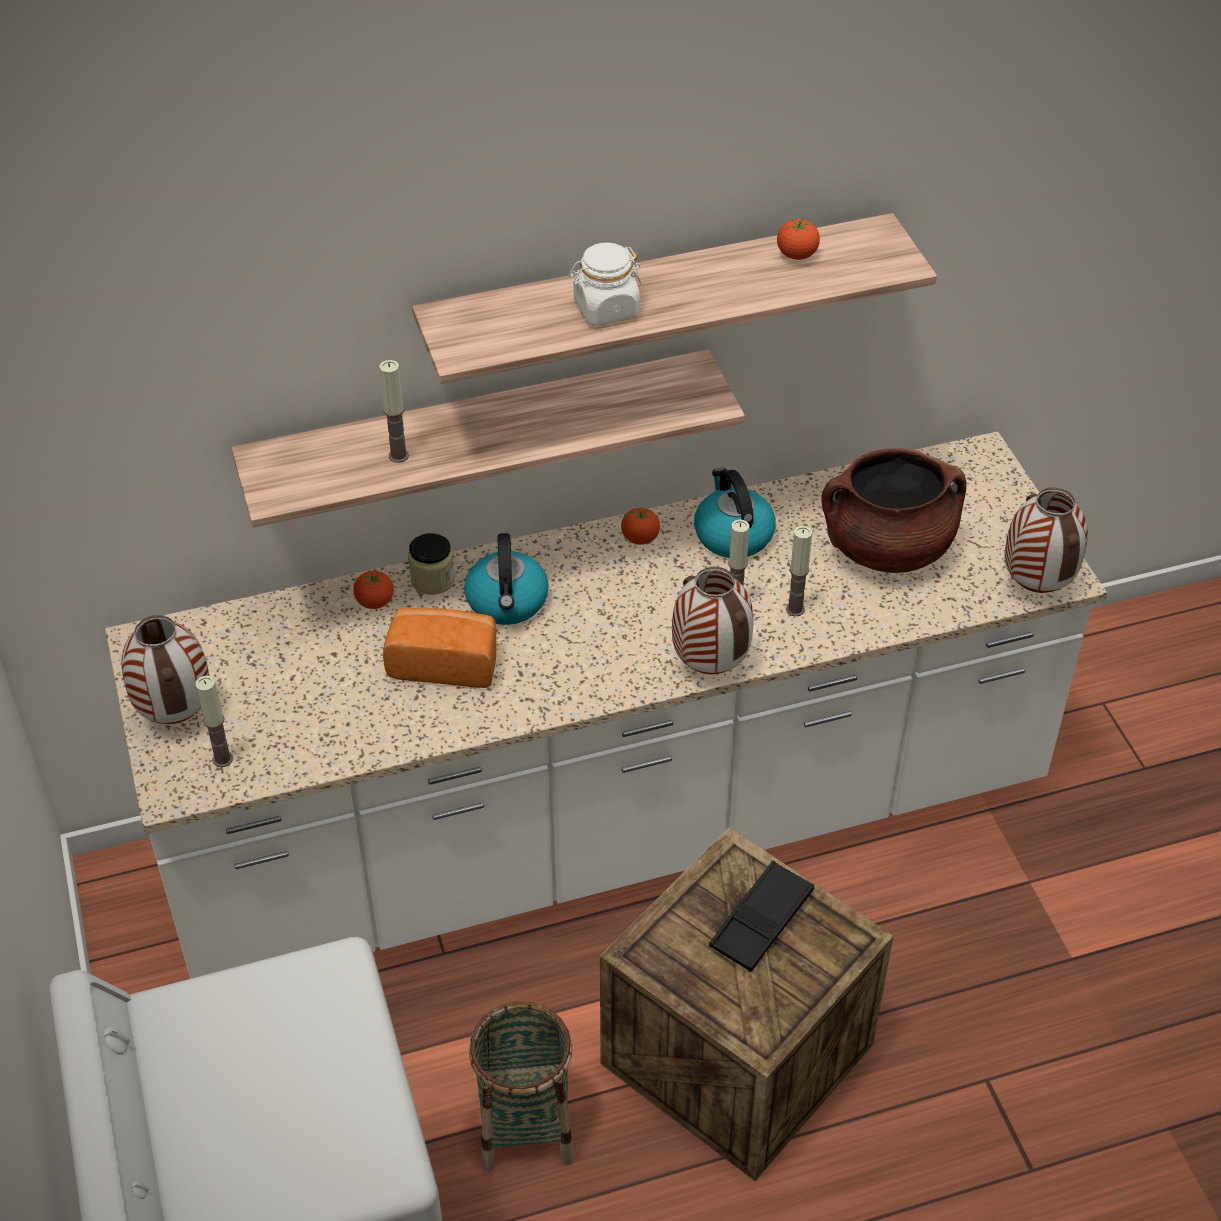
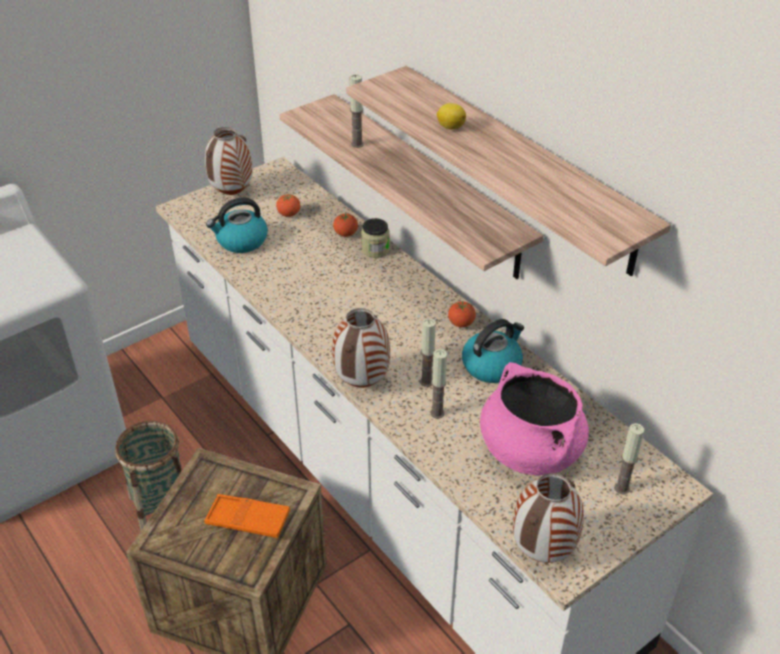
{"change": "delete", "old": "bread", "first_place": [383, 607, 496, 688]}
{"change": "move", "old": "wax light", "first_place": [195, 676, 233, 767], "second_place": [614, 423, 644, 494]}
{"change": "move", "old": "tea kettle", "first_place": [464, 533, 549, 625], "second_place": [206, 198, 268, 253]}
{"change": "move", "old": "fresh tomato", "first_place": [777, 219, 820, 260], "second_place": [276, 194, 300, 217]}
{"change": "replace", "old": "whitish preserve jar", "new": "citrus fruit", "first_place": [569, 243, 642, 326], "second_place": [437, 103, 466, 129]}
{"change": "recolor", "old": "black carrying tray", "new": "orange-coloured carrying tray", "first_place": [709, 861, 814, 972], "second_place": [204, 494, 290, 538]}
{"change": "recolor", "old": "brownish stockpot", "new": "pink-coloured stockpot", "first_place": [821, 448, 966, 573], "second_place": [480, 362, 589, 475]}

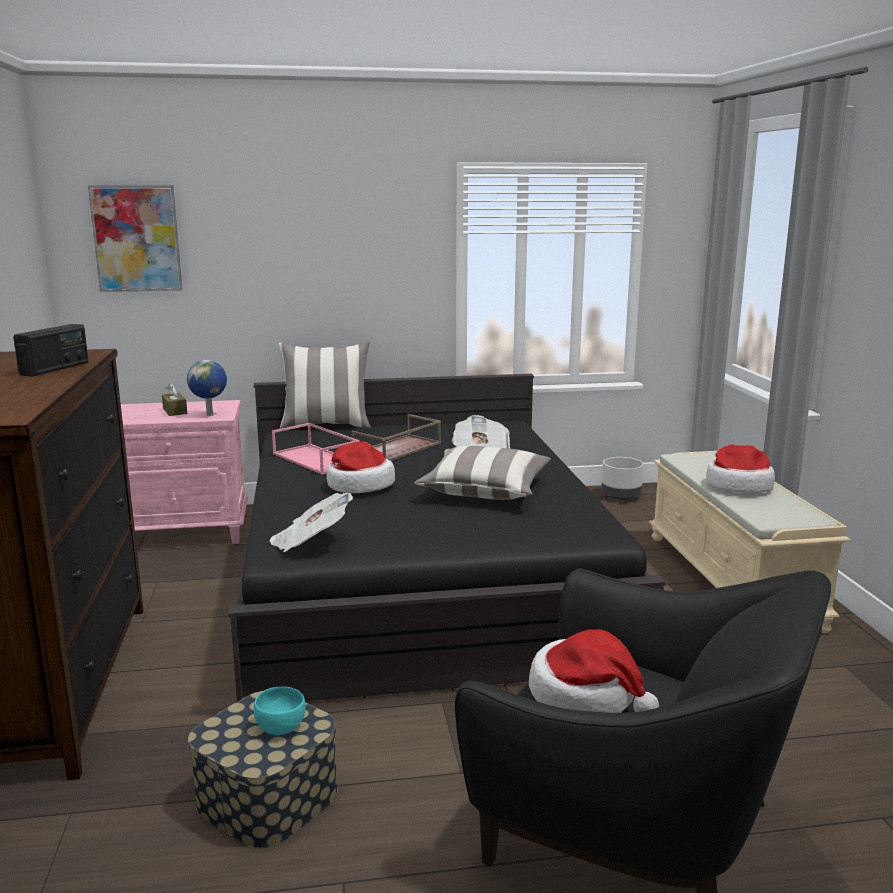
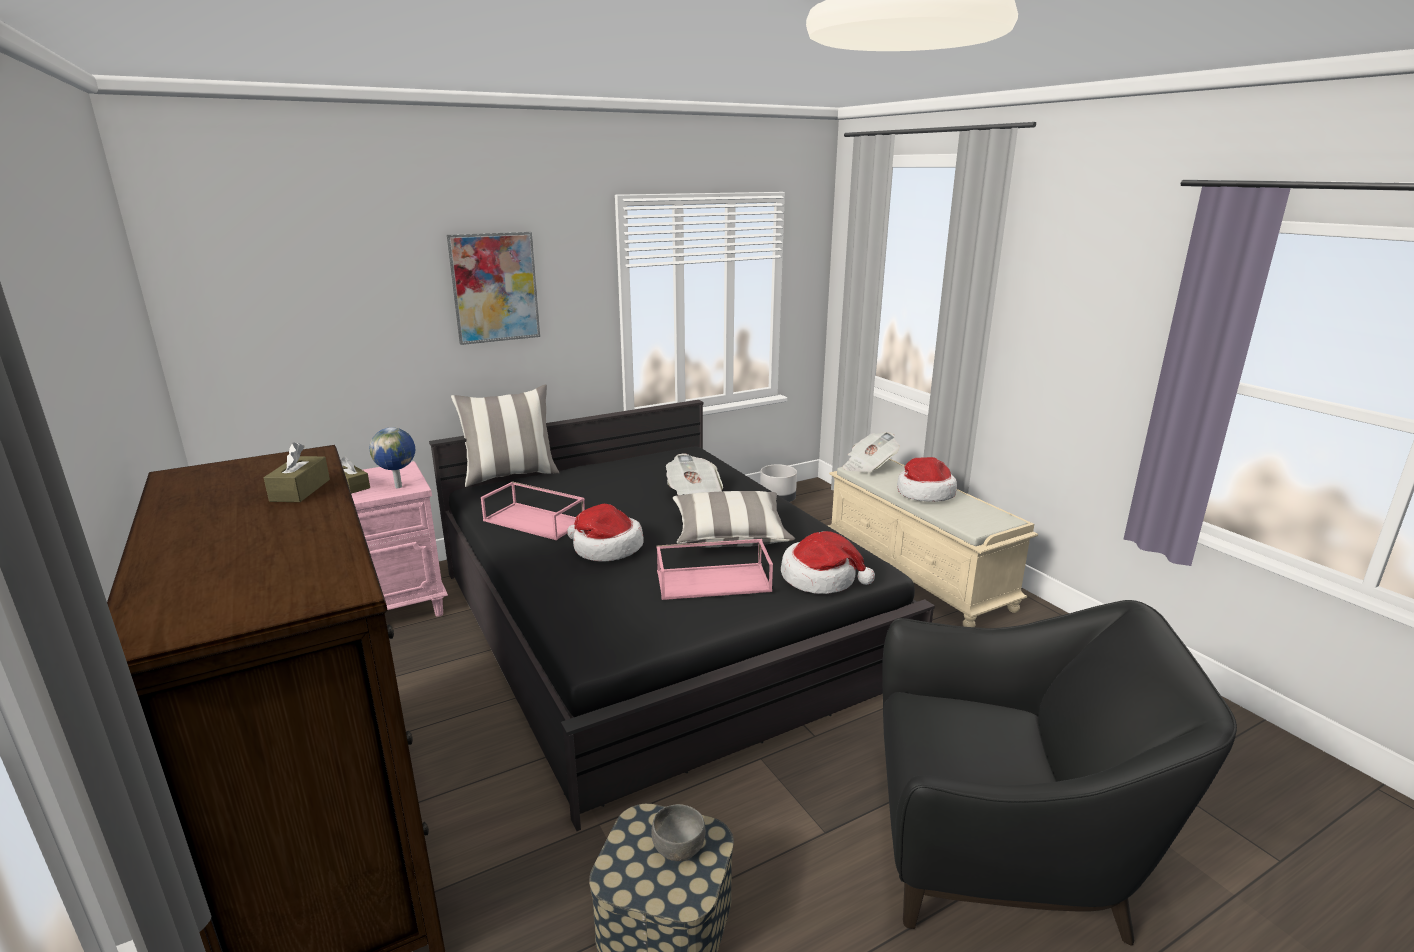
{"change": "delete", "old": "brownish carrying tray", "first_place": [351, 414, 441, 461]}
{"change": "insert", "new": "pink-coloured carrying tray", "second_place": [656, 539, 773, 600]}
{"change": "move", "old": "wall art", "first_place": [88, 185, 182, 292], "second_place": [447, 232, 540, 345]}
{"change": "move", "old": "newspaper", "first_place": [269, 493, 353, 552], "second_place": [843, 432, 900, 473]}
{"change": "move", "old": "wearable hat", "first_place": [529, 629, 659, 713], "second_place": [781, 531, 875, 594]}
{"change": "replace", "old": "radio set", "new": "brownish tissue holder", "first_place": [13, 324, 88, 377], "second_place": [264, 443, 330, 502]}
{"change": "recolor", "old": "blue-green serving bowl", "new": "grey serving bowl", "first_place": [254, 687, 305, 735], "second_place": [652, 804, 706, 861]}

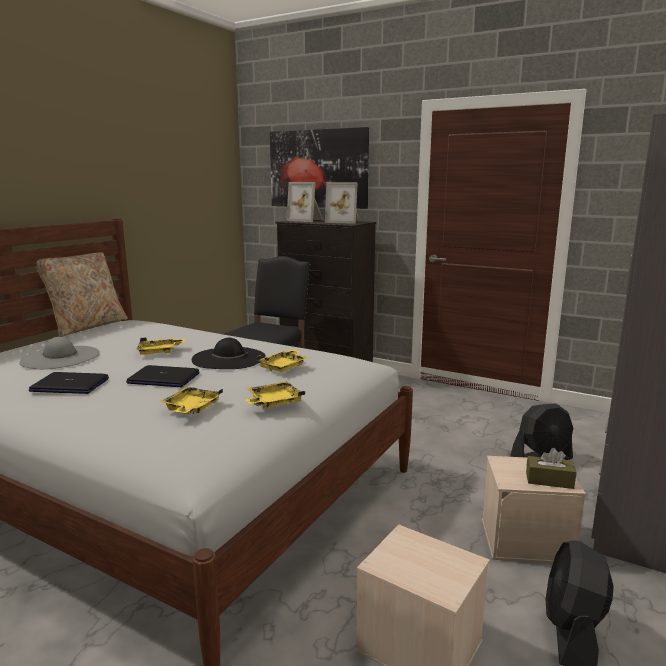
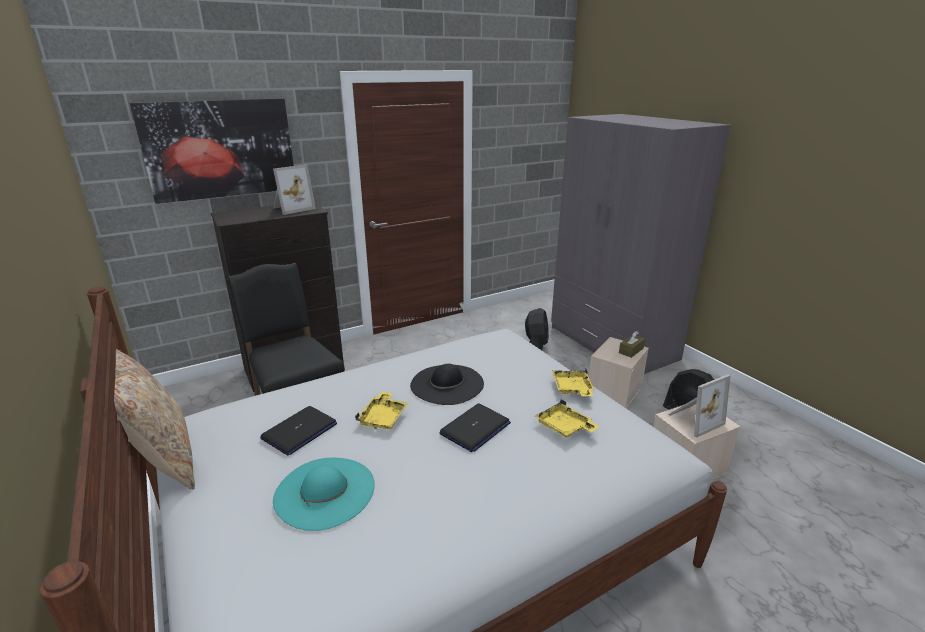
{"change": "delete", "old": "yellow carrying tray", "first_place": [256, 349, 309, 372]}
{"change": "move", "old": "notebook computer", "first_place": [29, 372, 109, 394], "second_place": [260, 406, 337, 456]}
{"change": "move", "old": "photo frame", "first_place": [286, 182, 323, 222], "second_place": [668, 374, 730, 438]}
{"change": "recolor", "old": "grey wearable hat", "new": "blue-green wearable hat", "first_place": [20, 337, 100, 369], "second_place": [273, 458, 375, 531]}

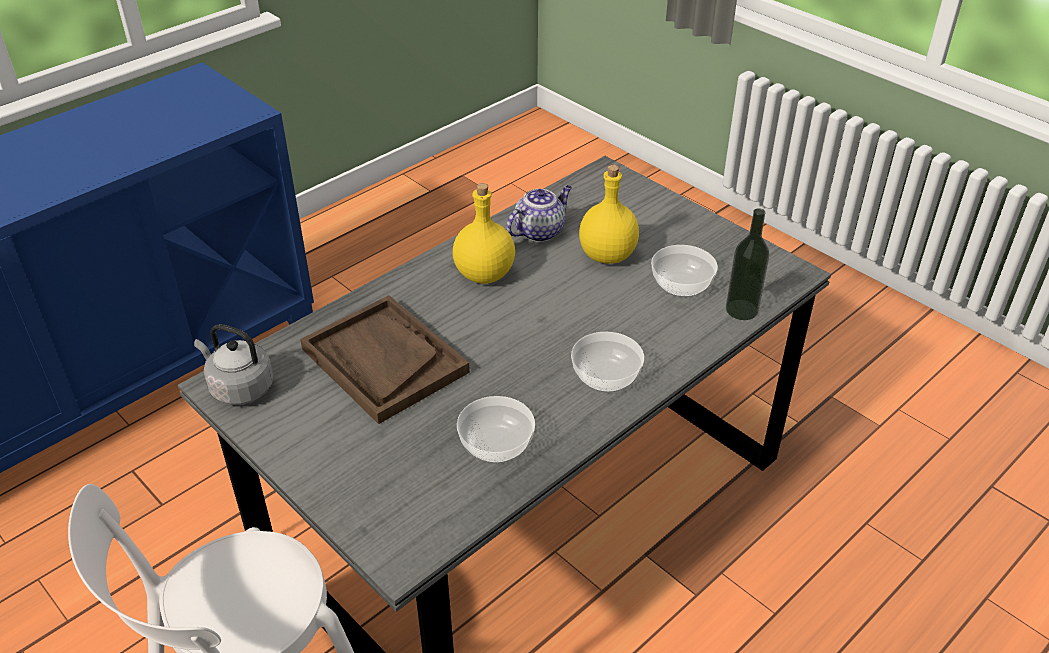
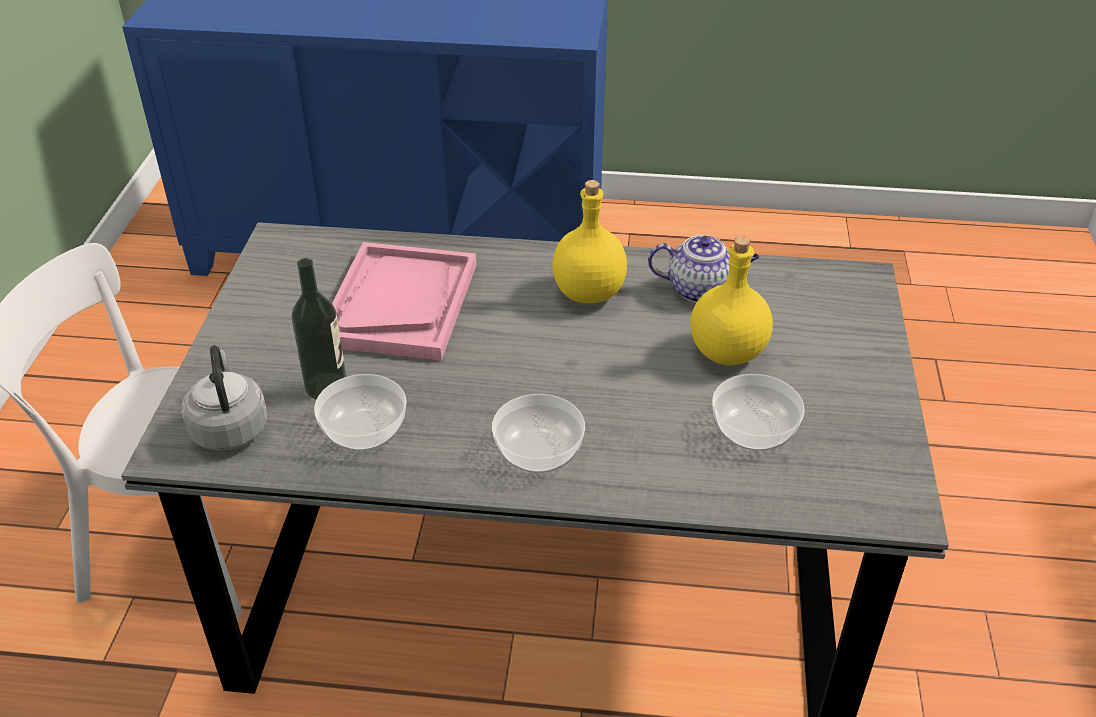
{"change": "move", "old": "grey tea kettle", "first_place": [194, 324, 273, 405], "second_place": [181, 345, 267, 451]}
{"change": "move", "old": "bottle", "first_place": [726, 208, 769, 320], "second_place": [292, 258, 346, 400]}
{"change": "recolor", "old": "brownish carrying tray", "new": "pink-coloured carrying tray", "first_place": [300, 295, 470, 424], "second_place": [332, 242, 476, 360]}

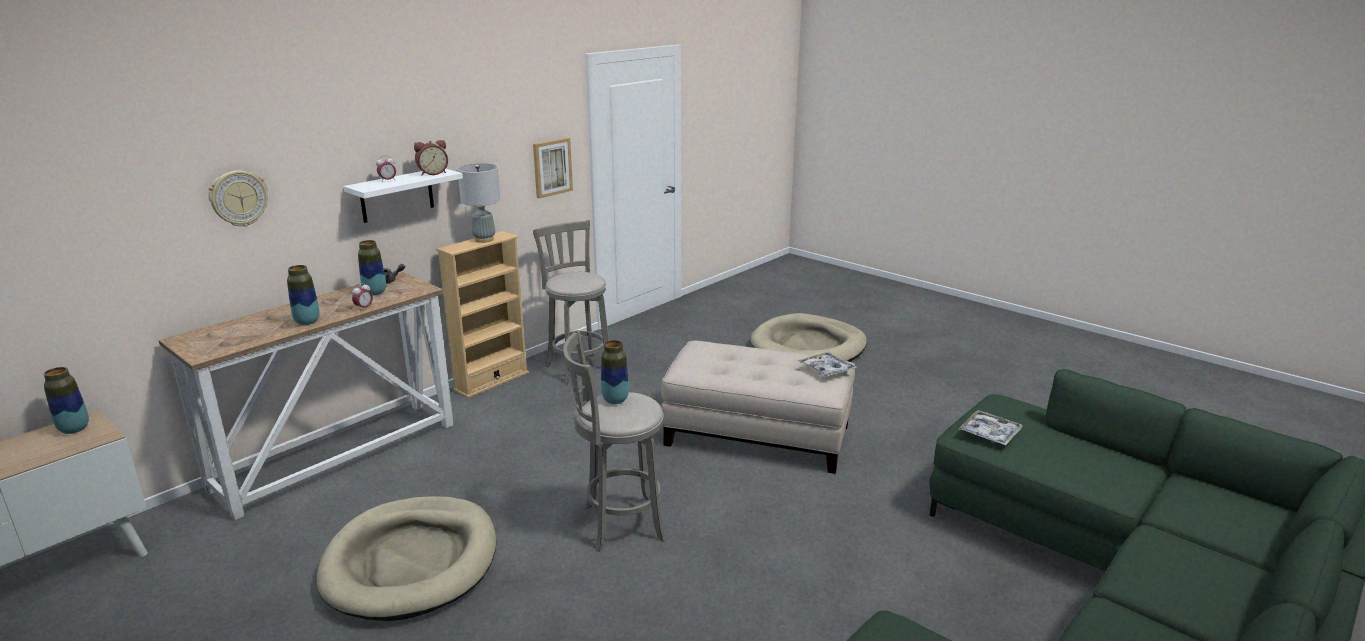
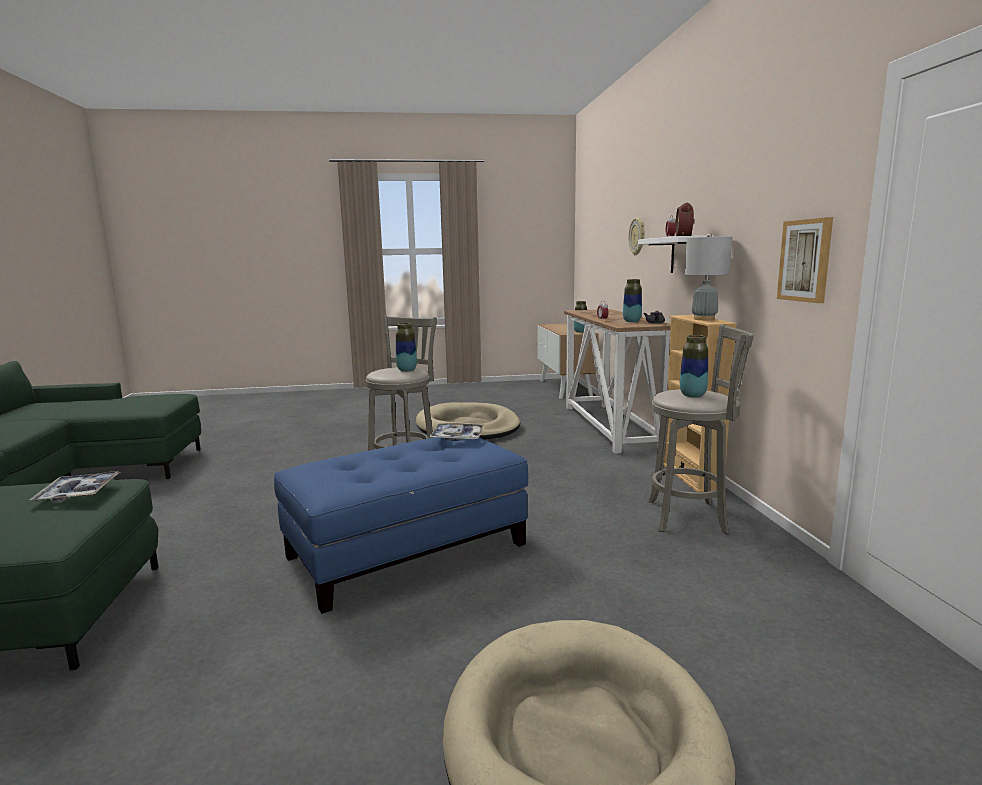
{"change": "move", "old": "vase", "first_place": [287, 265, 320, 325], "second_place": [680, 335, 708, 398]}
{"change": "move", "old": "carrying tray", "first_place": [798, 352, 858, 377], "second_place": [429, 423, 485, 441]}
{"change": "recolor", "old": "beige-coloured pouffe", "new": "bluish pouffe", "first_place": [661, 341, 855, 474], "second_place": [274, 437, 528, 614]}

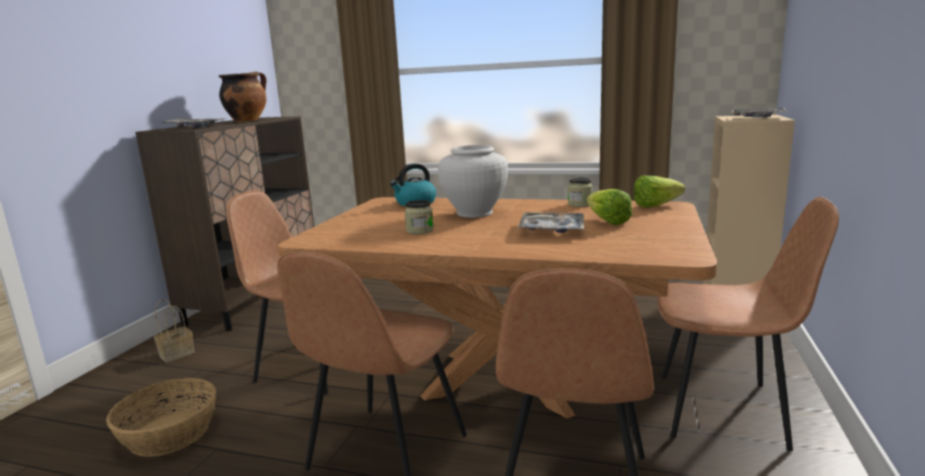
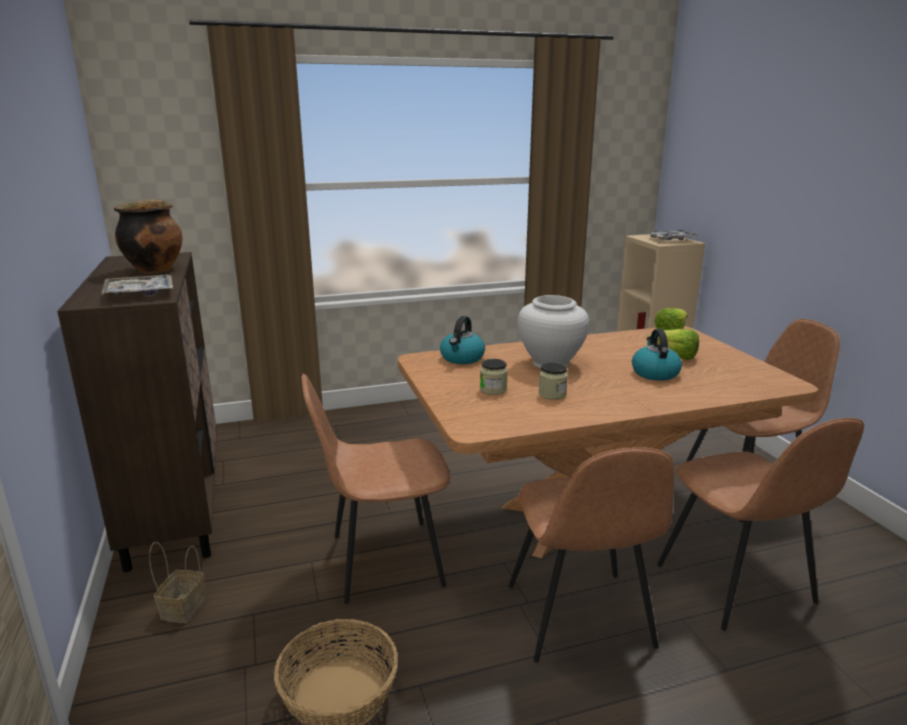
{"change": "move", "old": "preserve jar", "first_place": [568, 177, 593, 207], "second_place": [480, 359, 508, 395]}
{"change": "replace", "old": "carrying tray", "new": "tea kettle", "first_place": [517, 212, 584, 233], "second_place": [632, 329, 682, 381]}

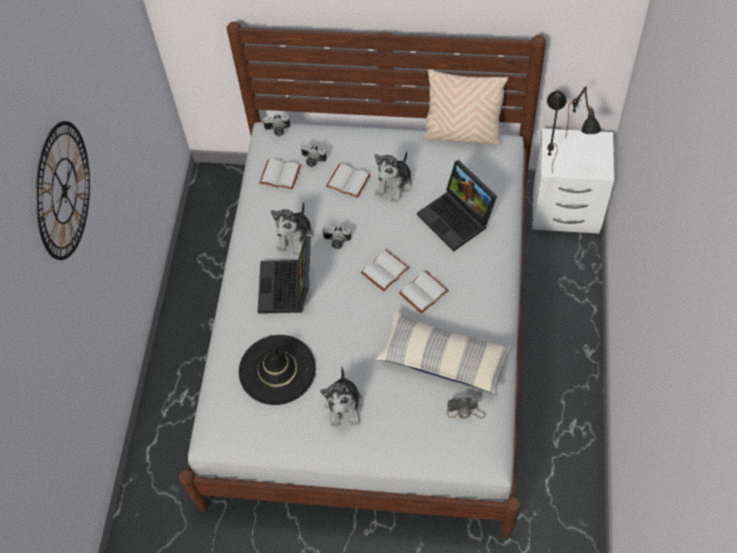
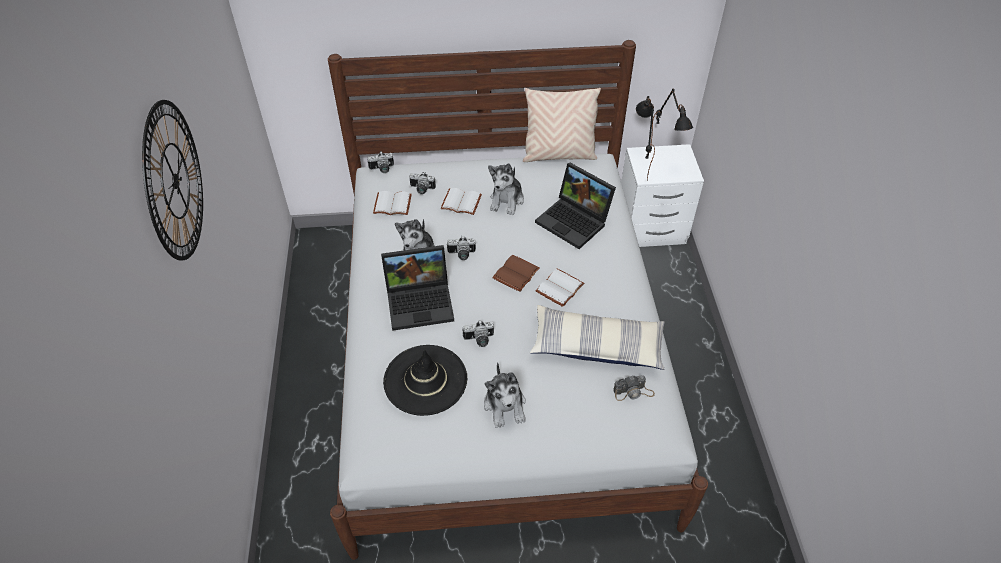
{"change": "insert", "new": "photo camera", "second_place": [462, 320, 494, 347]}
{"change": "recolor", "old": "whitish volume", "new": "brownish volume", "first_place": [361, 249, 409, 291], "second_place": [492, 255, 540, 292]}
{"change": "rotate", "old": "notebook computer", "first_place": [258, 236, 311, 314], "second_place": [381, 245, 454, 331], "degrees": -90}

